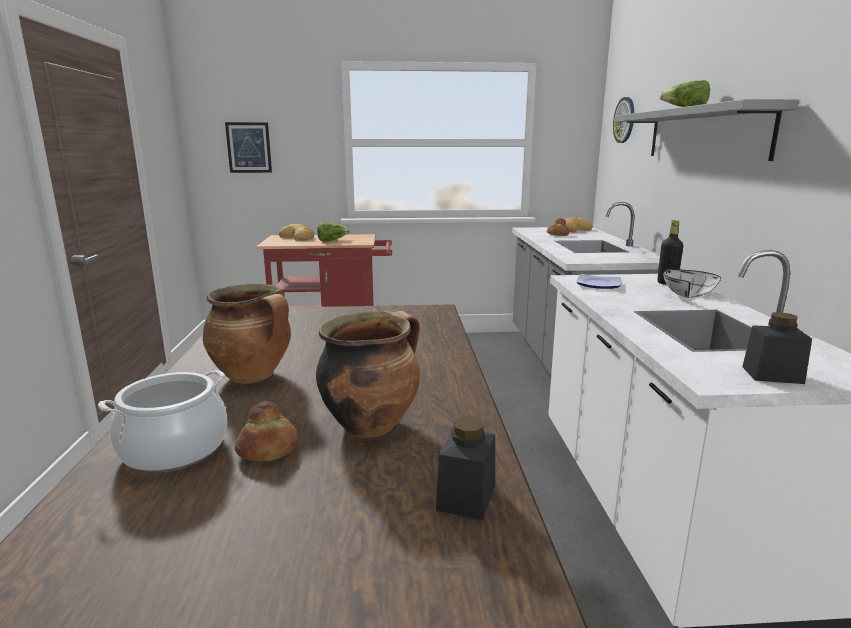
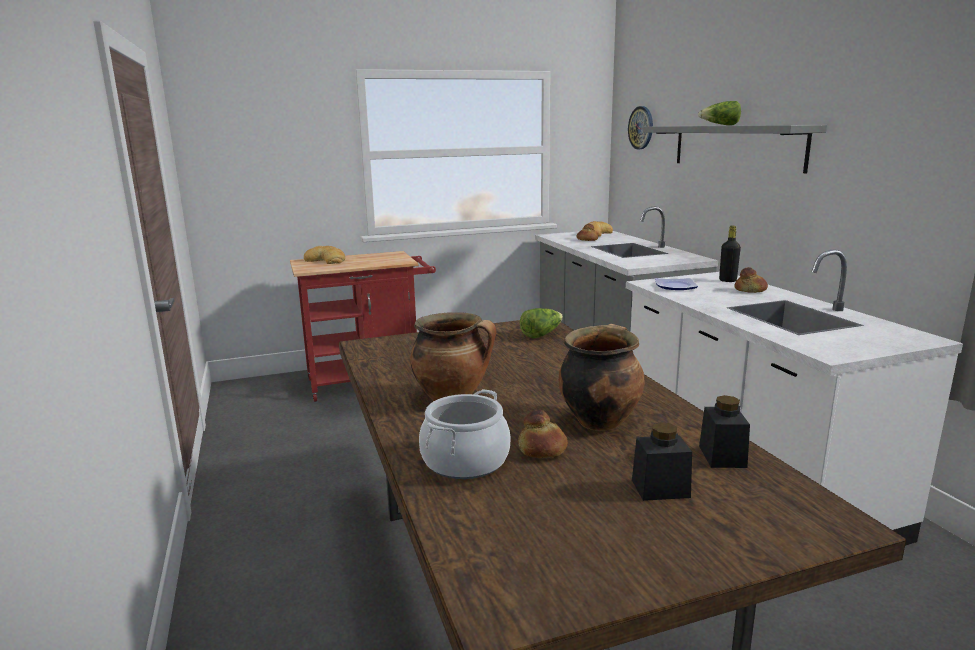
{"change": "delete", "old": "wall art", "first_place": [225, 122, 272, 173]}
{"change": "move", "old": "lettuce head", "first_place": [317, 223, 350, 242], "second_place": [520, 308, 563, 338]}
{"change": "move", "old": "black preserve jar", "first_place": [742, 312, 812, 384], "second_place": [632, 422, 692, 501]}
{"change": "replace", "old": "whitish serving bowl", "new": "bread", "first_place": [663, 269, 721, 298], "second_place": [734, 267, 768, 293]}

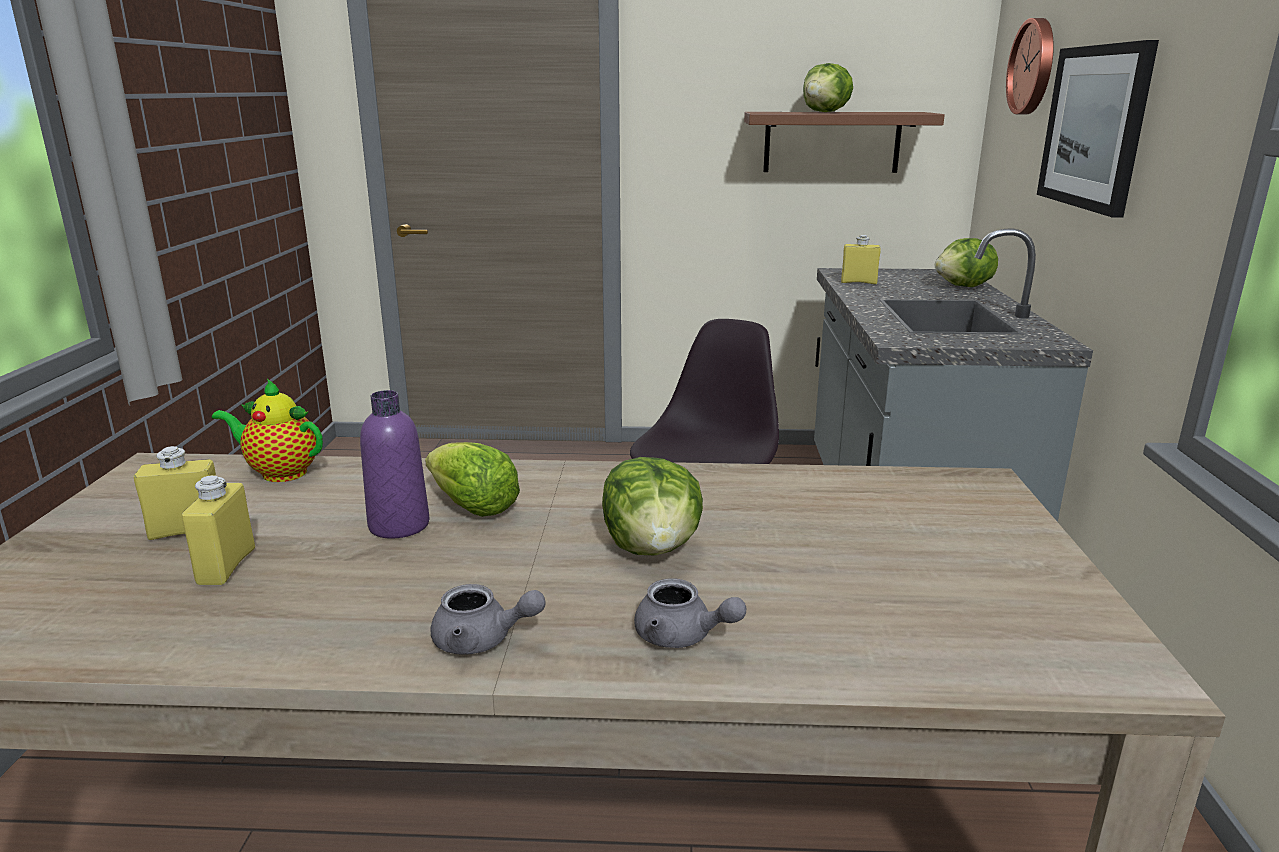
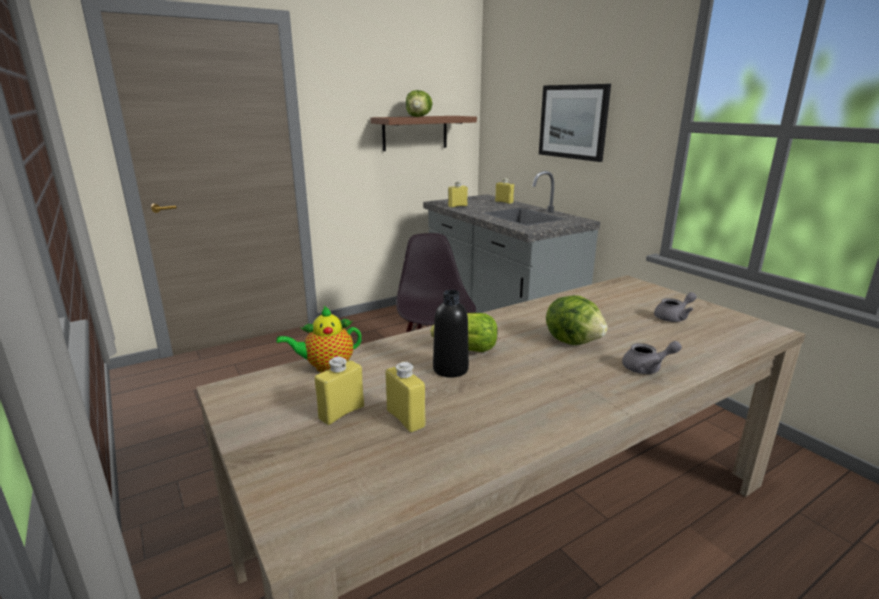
{"change": "delete", "old": "wall clock", "first_place": [1006, 18, 1054, 114]}
{"change": "move", "old": "grey teapot", "first_place": [430, 584, 545, 655], "second_place": [654, 292, 697, 322]}
{"change": "replace", "old": "lettuce head", "new": "yellow bottle", "first_place": [935, 238, 998, 287], "second_place": [495, 178, 514, 204]}
{"change": "recolor", "old": "purple bottle", "new": "black bottle", "first_place": [360, 390, 429, 539], "second_place": [433, 290, 469, 377]}

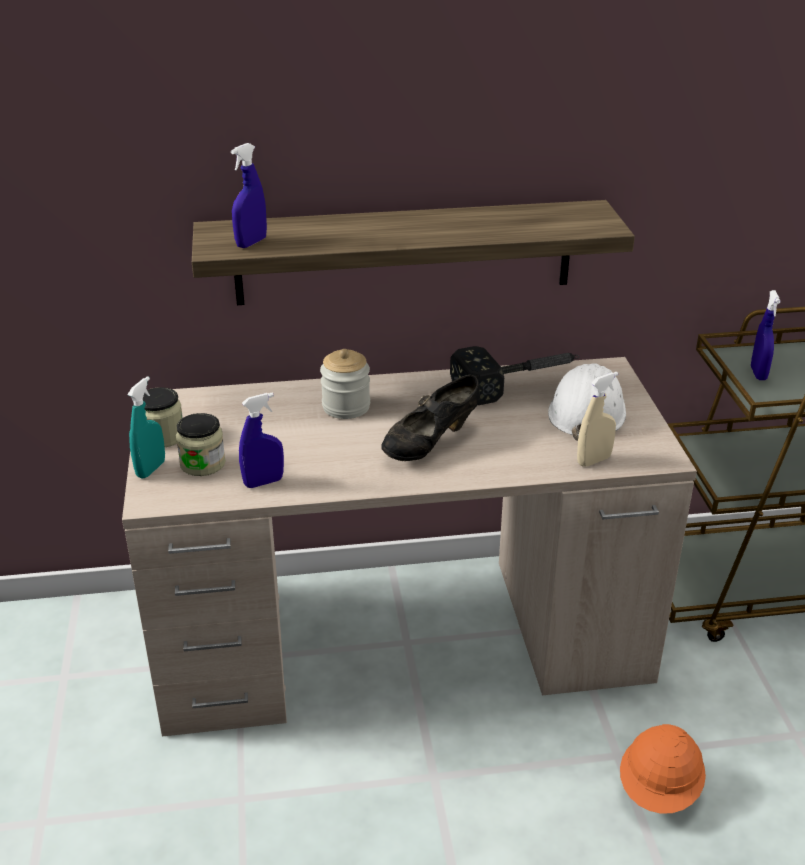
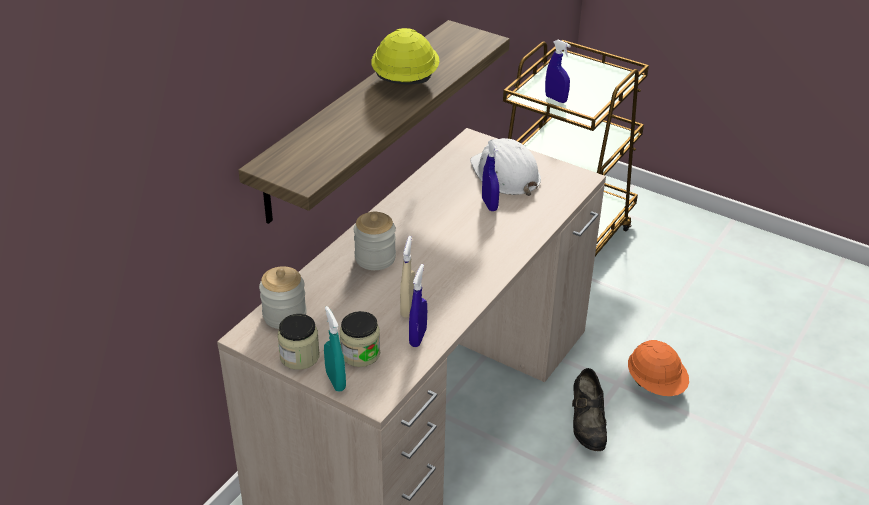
{"change": "delete", "old": "hammer", "first_place": [450, 346, 579, 405]}
{"change": "insert", "new": "preserve jar", "second_place": [259, 266, 307, 329]}
{"change": "insert", "new": "yellow work helmet", "second_place": [371, 28, 439, 84]}
{"change": "move", "old": "bluish hand sprayer", "first_place": [231, 143, 267, 248], "second_place": [482, 141, 499, 211]}
{"change": "move", "old": "black item of footwear", "first_place": [381, 375, 480, 461], "second_place": [572, 368, 607, 451]}
{"change": "move", "old": "beige-coloured hand sprayer", "first_place": [577, 372, 618, 467], "second_place": [400, 236, 415, 318]}

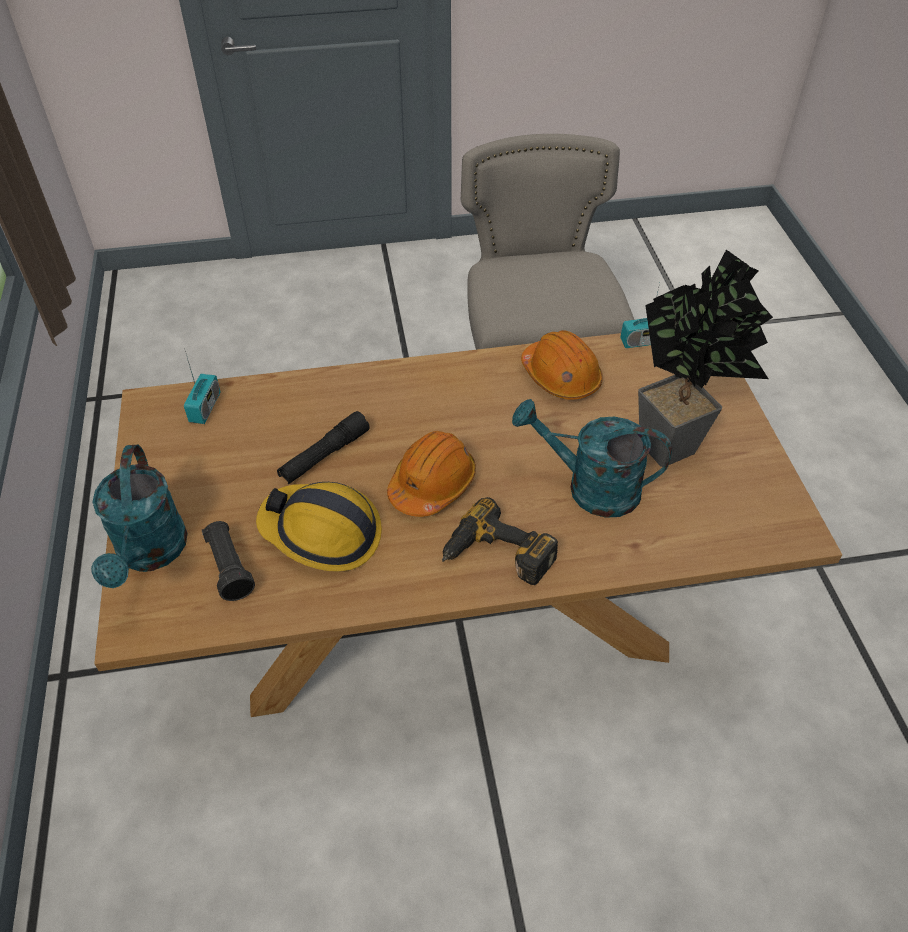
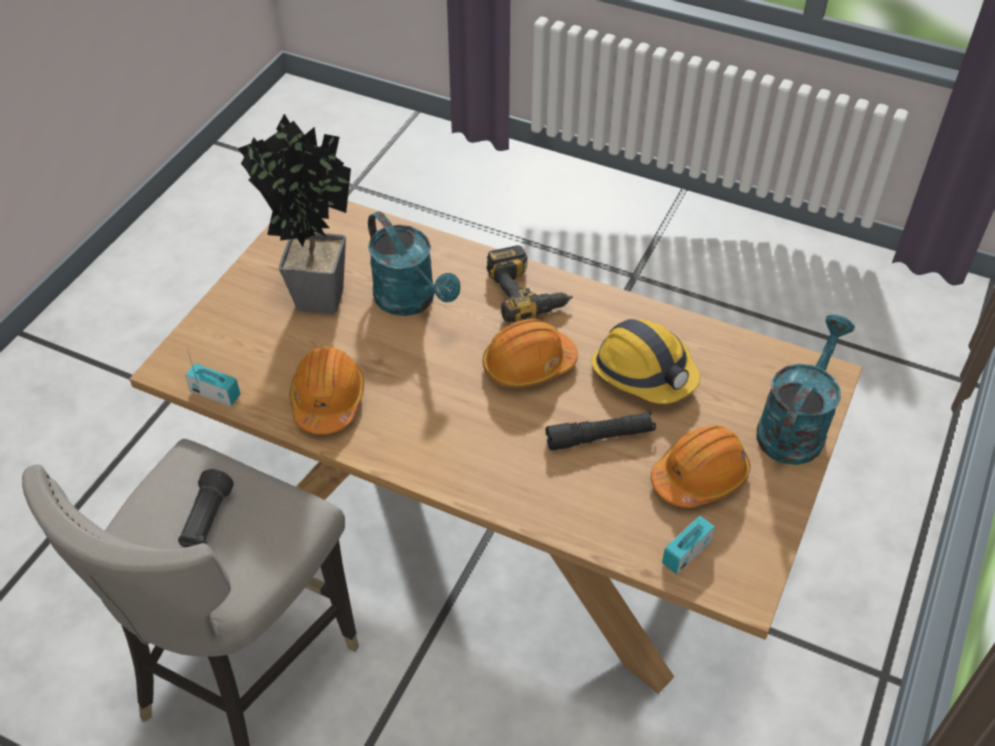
{"change": "insert", "new": "orange-coloured work helmet", "second_place": [651, 425, 750, 508]}
{"change": "move", "old": "black torch", "first_place": [202, 521, 255, 601], "second_place": [178, 469, 234, 548]}

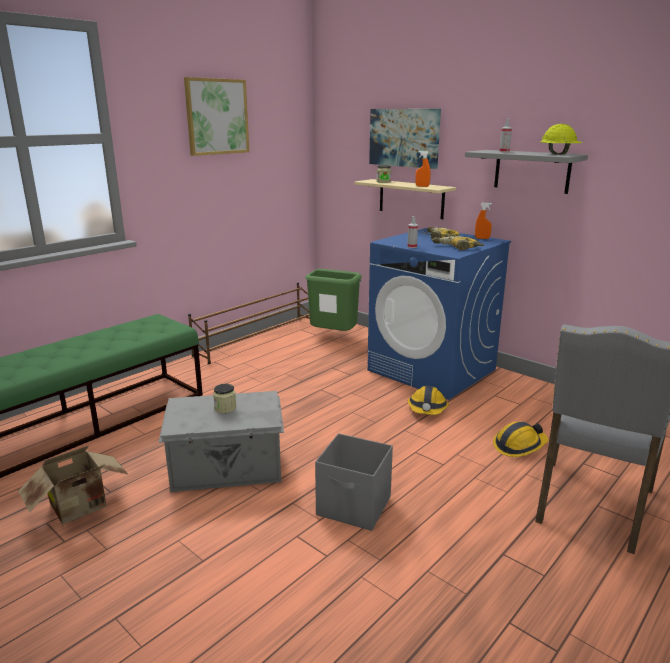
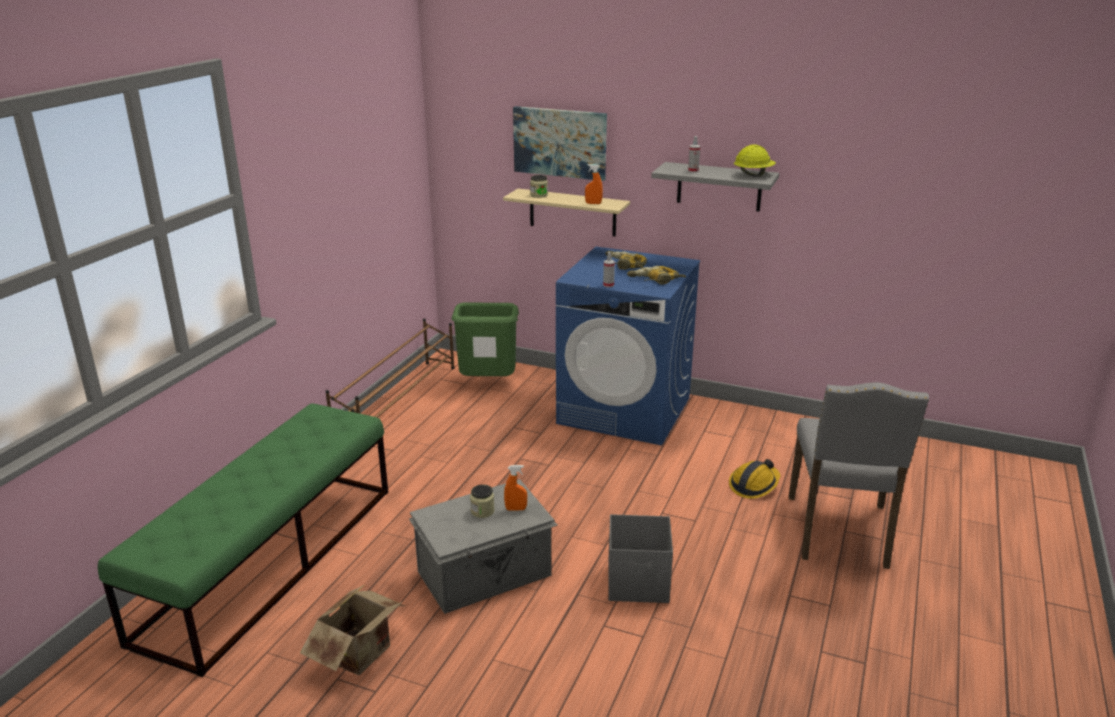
{"change": "delete", "old": "wall art", "first_place": [184, 77, 249, 156]}
{"change": "delete", "old": "work helmet", "first_place": [408, 386, 449, 415]}
{"change": "move", "old": "orange-coloured hand sprayer", "first_place": [475, 203, 492, 239], "second_place": [504, 465, 527, 511]}

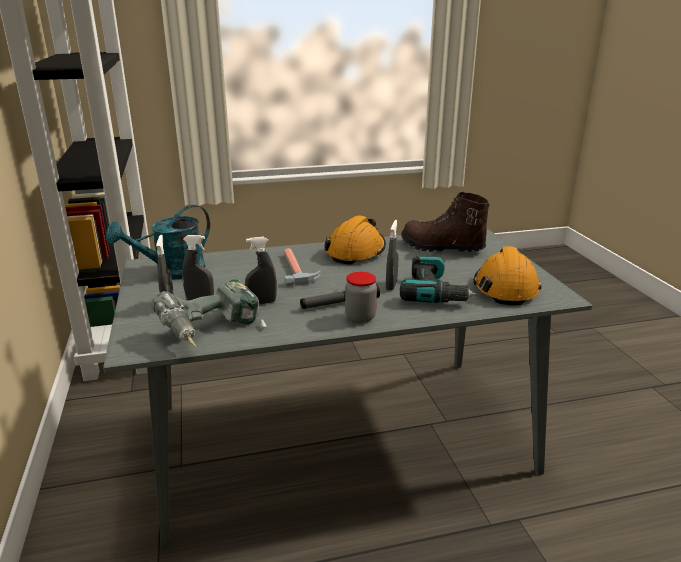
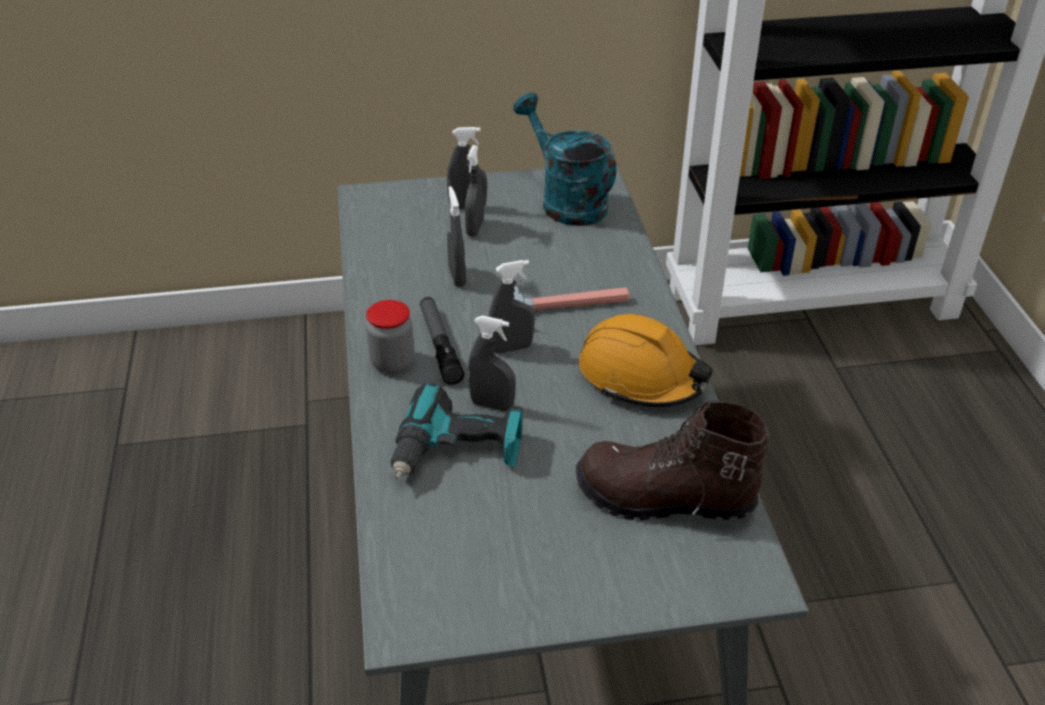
{"change": "delete", "old": "electric drill", "first_place": [152, 279, 267, 346]}
{"change": "delete", "old": "orange-coloured work helmet", "first_place": [474, 246, 542, 305]}
{"change": "insert", "new": "grey hand sprayer", "second_place": [489, 260, 535, 354]}
{"change": "rotate", "old": "brownish tall boot", "first_place": [401, 192, 490, 252], "second_place": [576, 401, 770, 521], "degrees": -105}

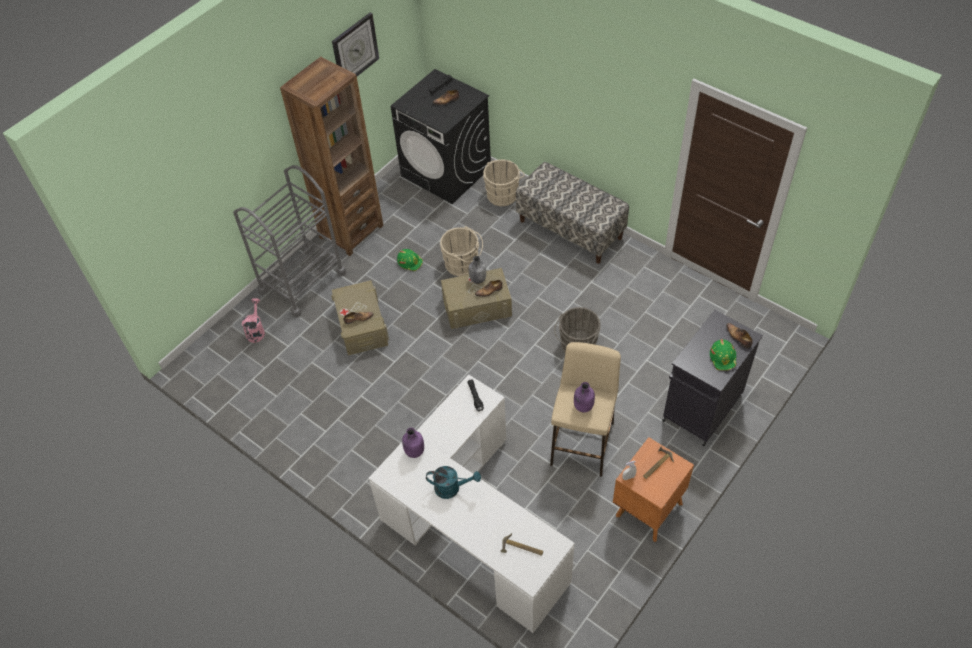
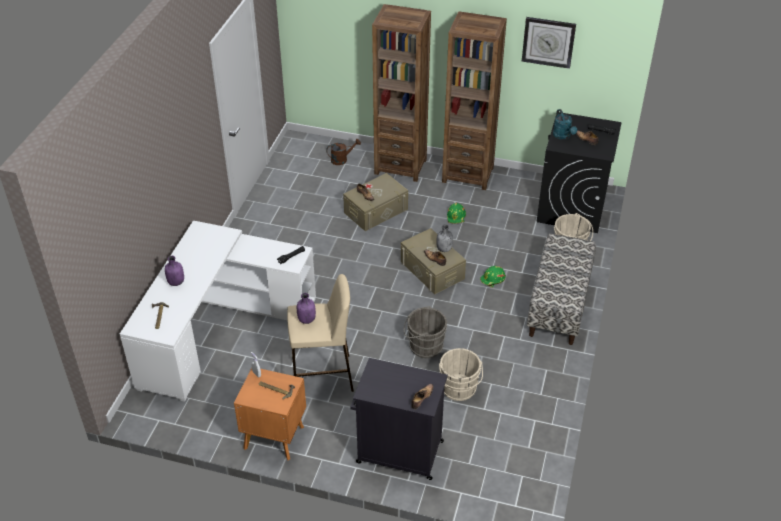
{"change": "move", "old": "purple bottle", "first_place": [402, 428, 424, 458], "second_place": [165, 256, 184, 286]}
{"change": "move", "old": "blue-green watering pot", "first_place": [426, 466, 481, 499], "second_place": [553, 109, 577, 140]}
{"change": "move", "old": "beige-coloured bucket", "first_place": [440, 227, 483, 276], "second_place": [439, 348, 483, 401]}
{"change": "move", "old": "greenish work helmet", "first_place": [710, 339, 737, 371], "second_place": [480, 266, 506, 287]}
{"change": "replace", "old": "grey cart", "new": "brownish shelving unit", "first_place": [233, 165, 346, 318], "second_place": [372, 4, 431, 182]}
{"change": "recolor", "old": "pink-coloured watering pot", "new": "brownish watering pot", "first_place": [242, 298, 265, 343], "second_place": [326, 139, 361, 165]}

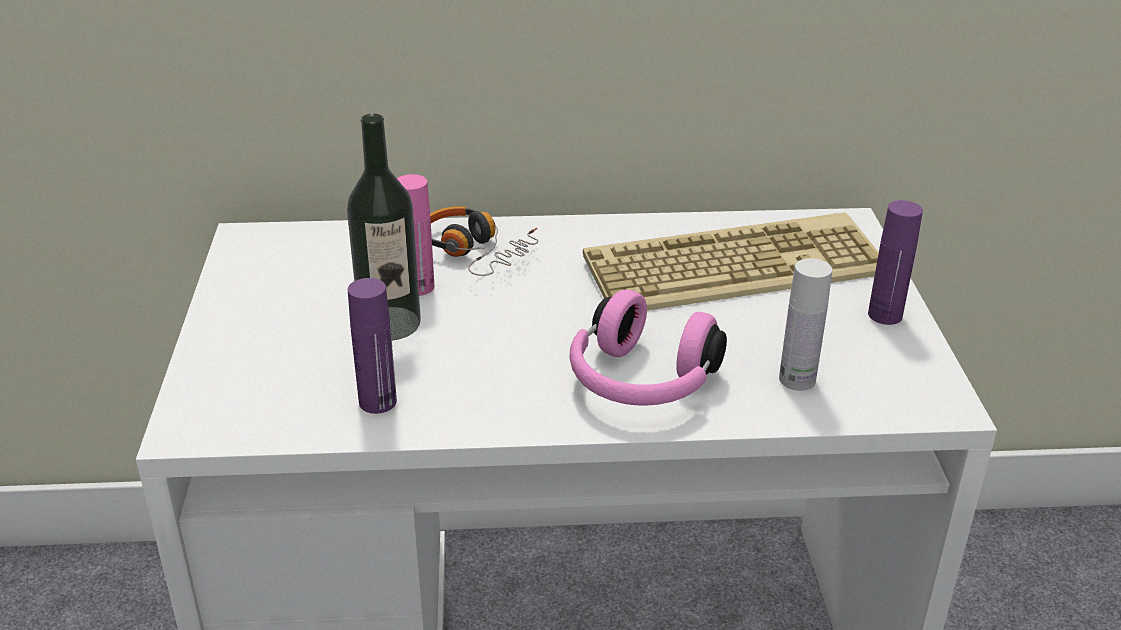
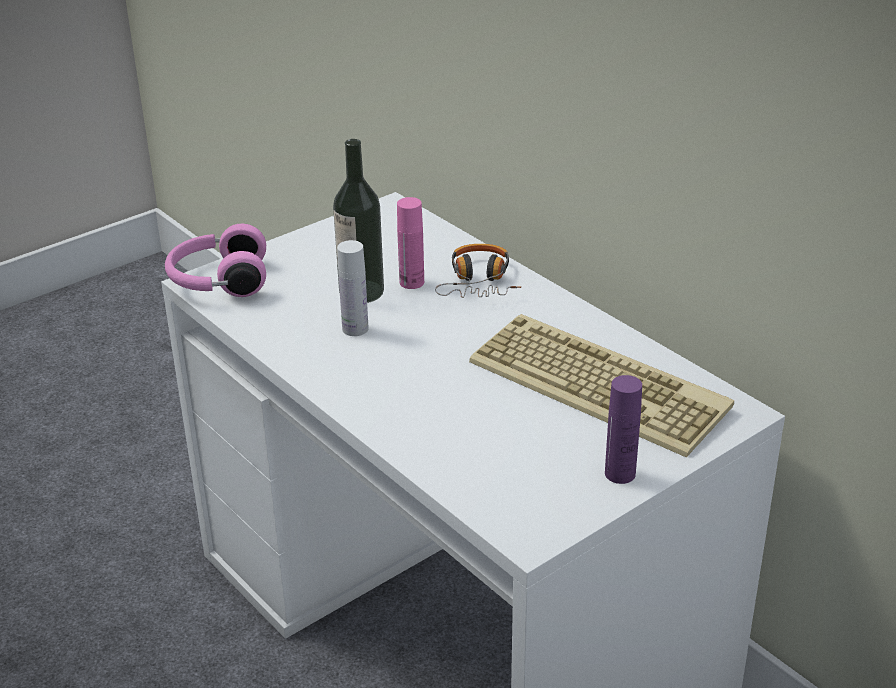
{"change": "delete", "old": "purple bottle", "first_place": [348, 278, 397, 414]}
{"change": "move", "old": "pink-coloured pair of headphones", "first_place": [570, 290, 727, 406], "second_place": [165, 224, 266, 297]}
{"change": "move", "old": "whitish bottle", "first_place": [779, 258, 832, 391], "second_place": [337, 240, 369, 336]}

